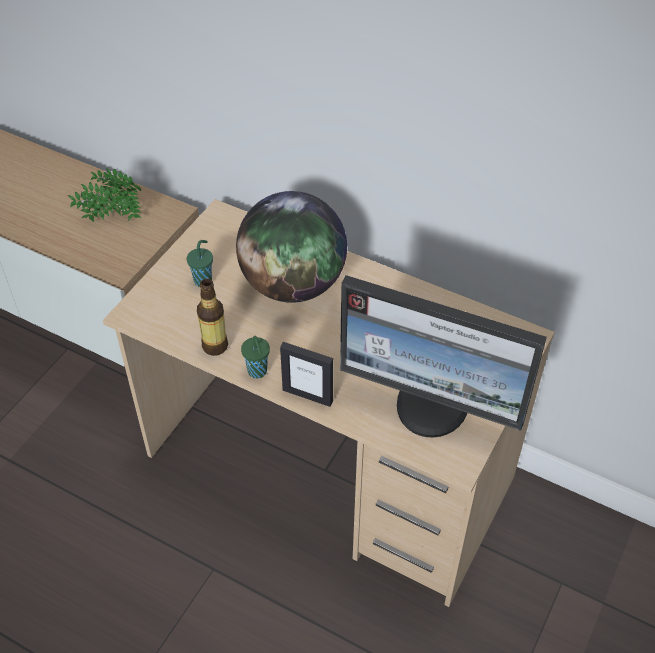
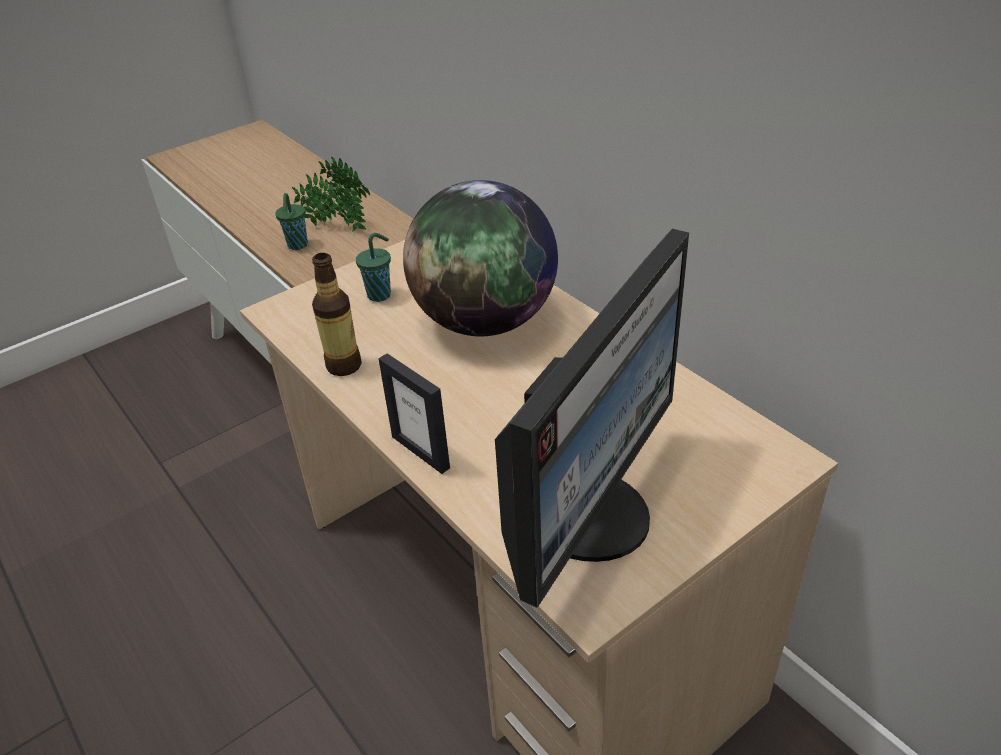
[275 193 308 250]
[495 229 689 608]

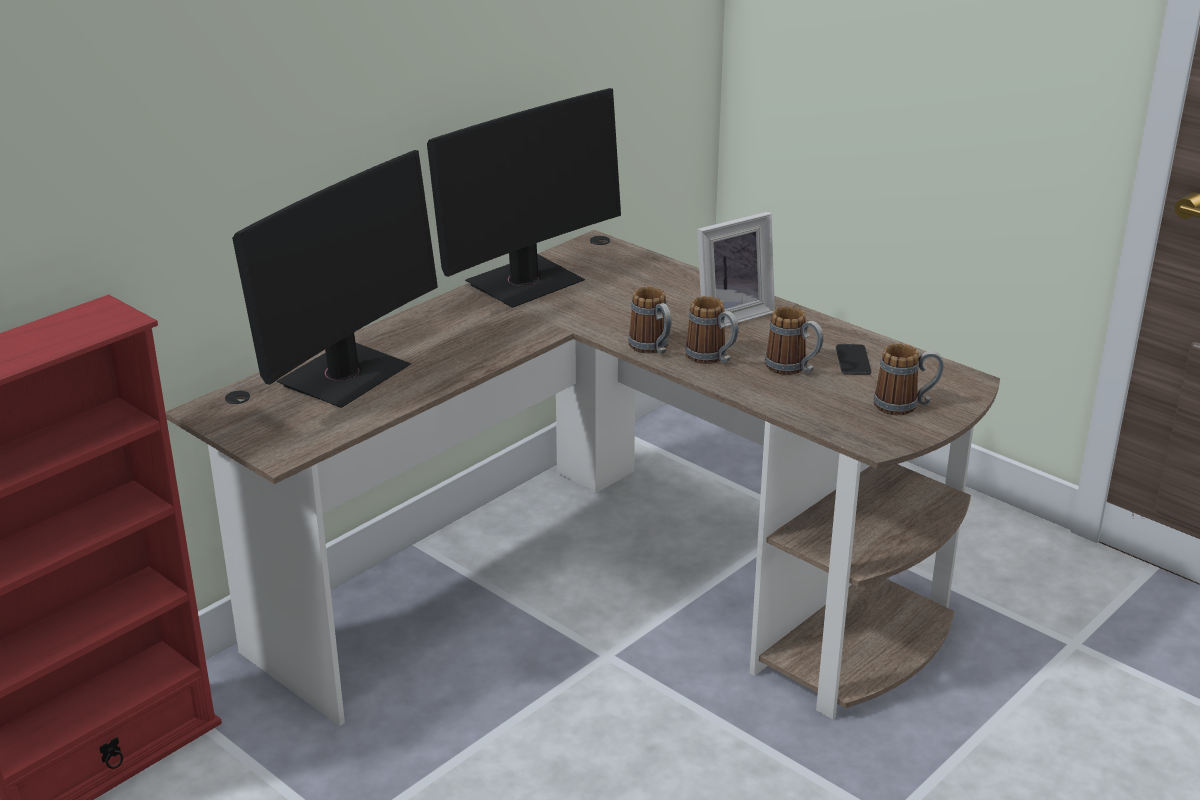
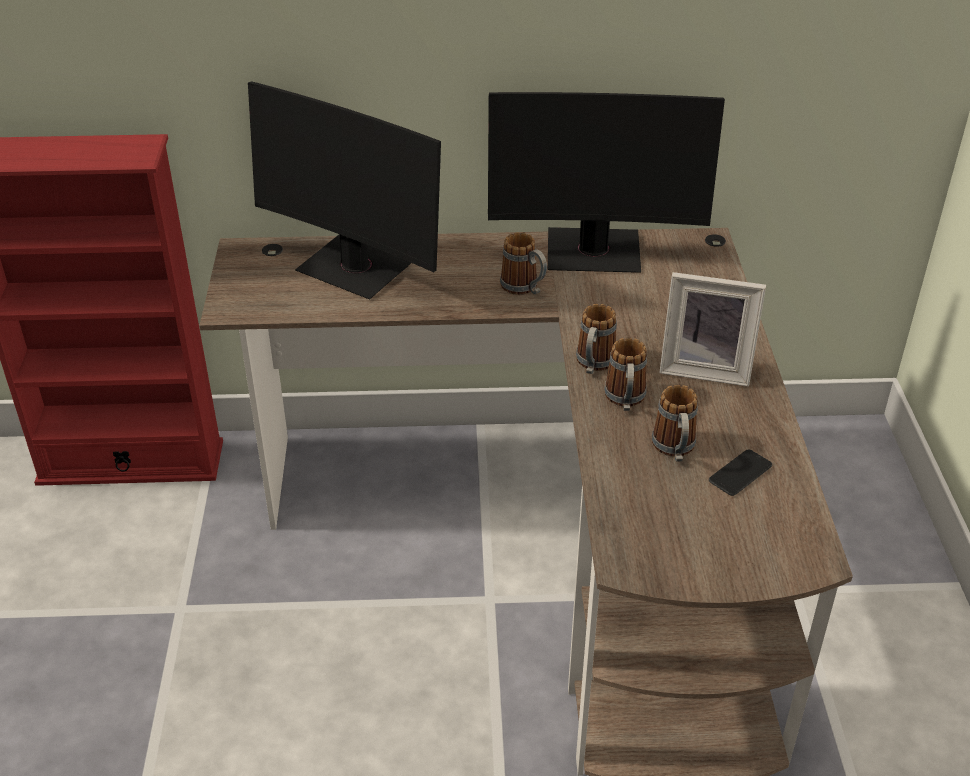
[248 81 441 300]
[500 232 547 295]

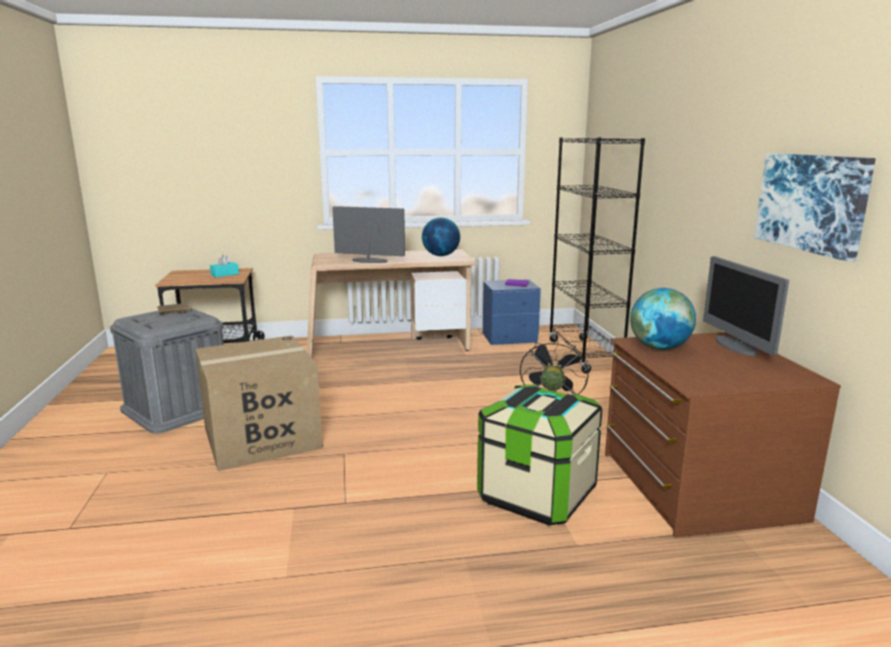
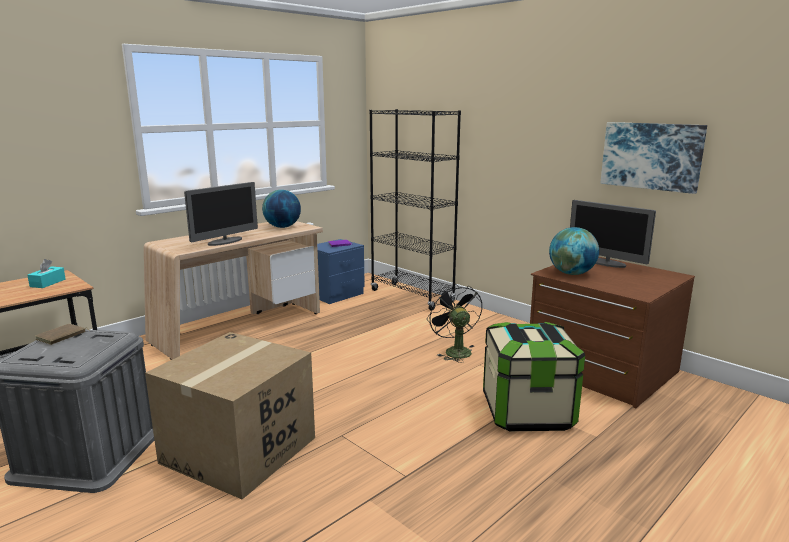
[184 182 258 246]

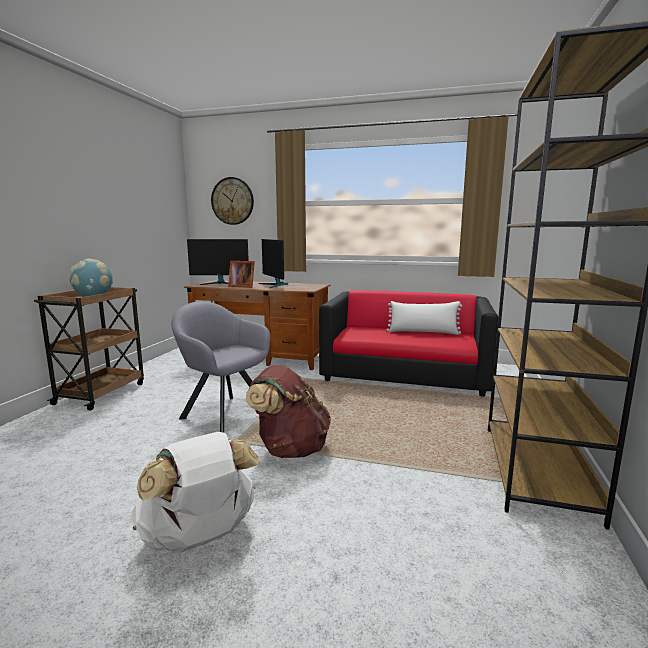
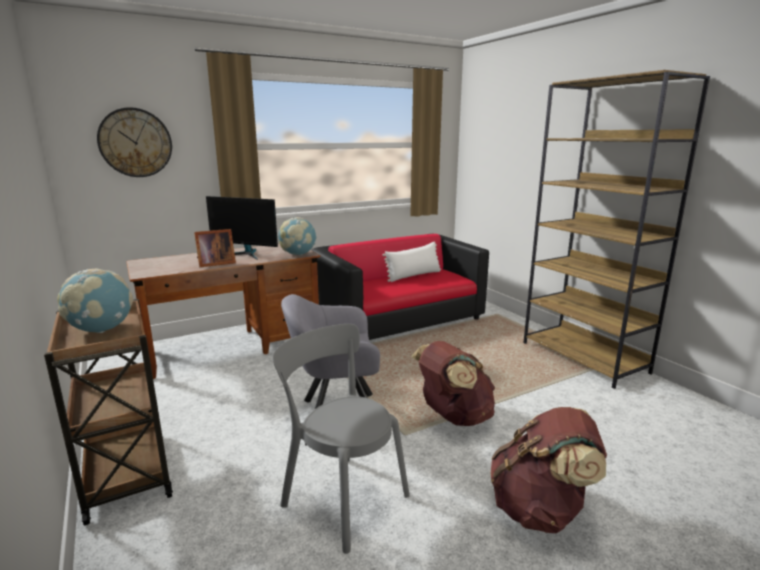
[272 324 410 554]
[278 217 317 256]
[491 407 607 533]
[187 239 249 285] (first image)

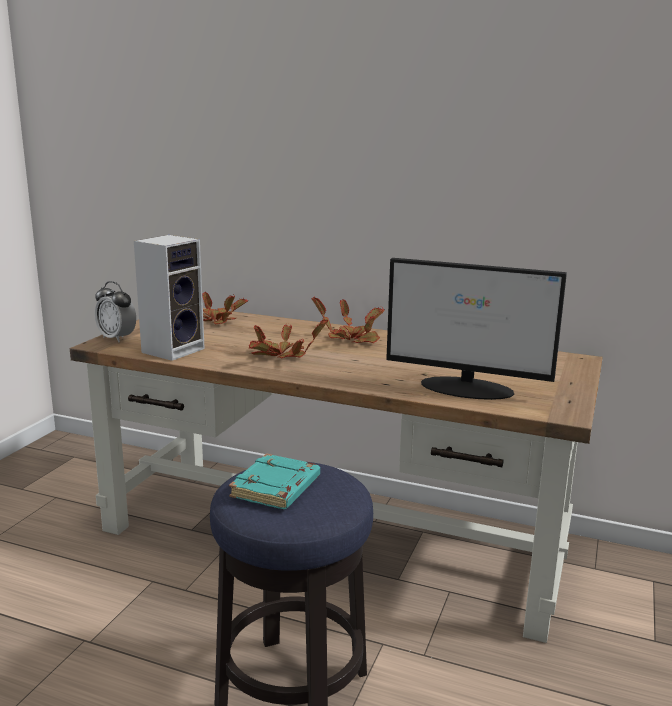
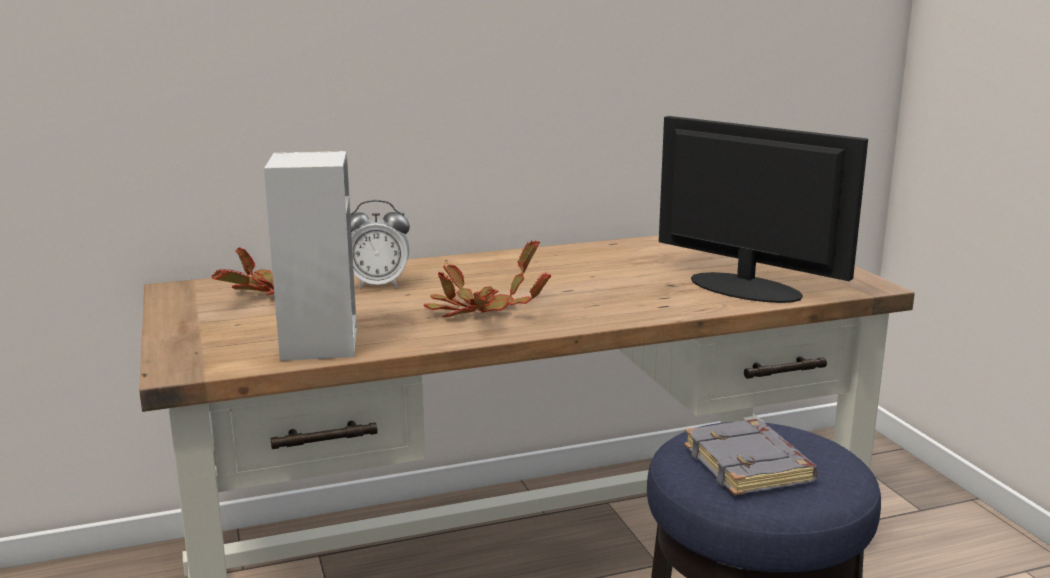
[350 200 410 289]
[659 116 868 303]
[684 419 818 495]
[311 297 385 343] (first image)

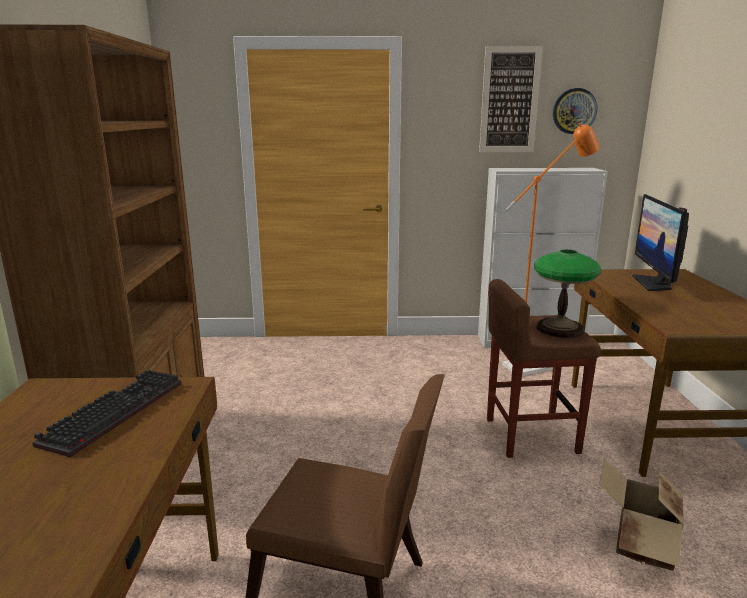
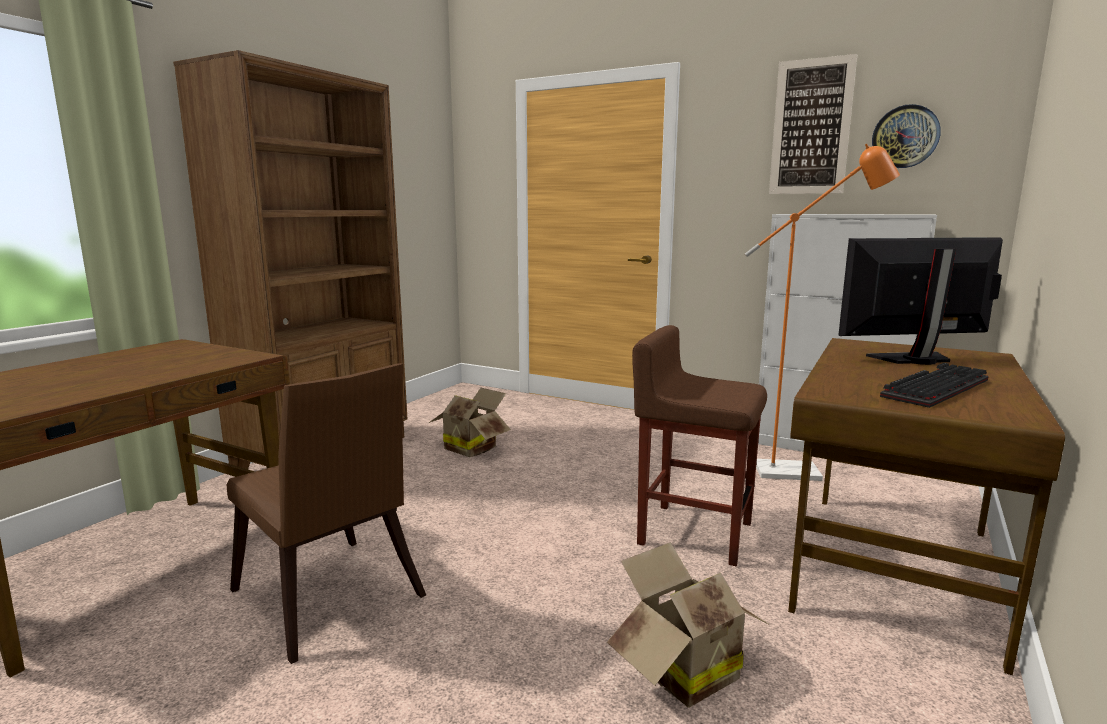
[429 388 511 457]
[838 237 1003 365]
[880 363 989 408]
[534 250 601 338] (first image)

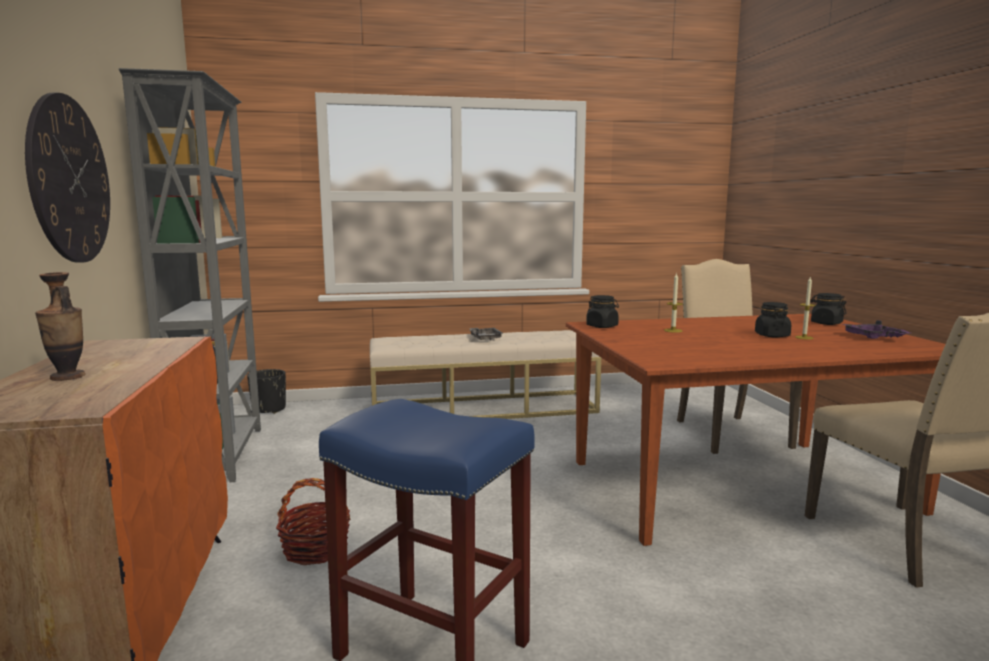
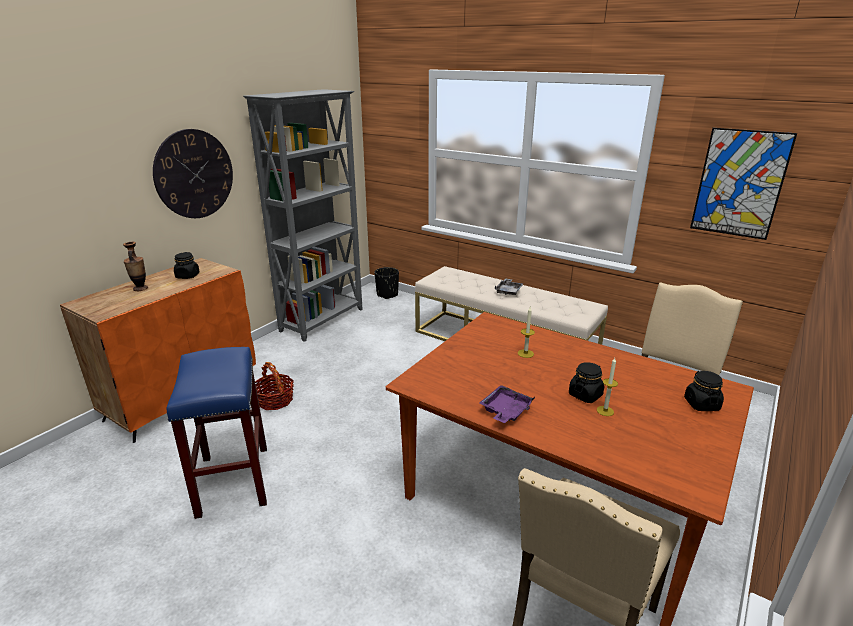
[174 252 200 279]
[480 385 535 423]
[690 128 797 240]

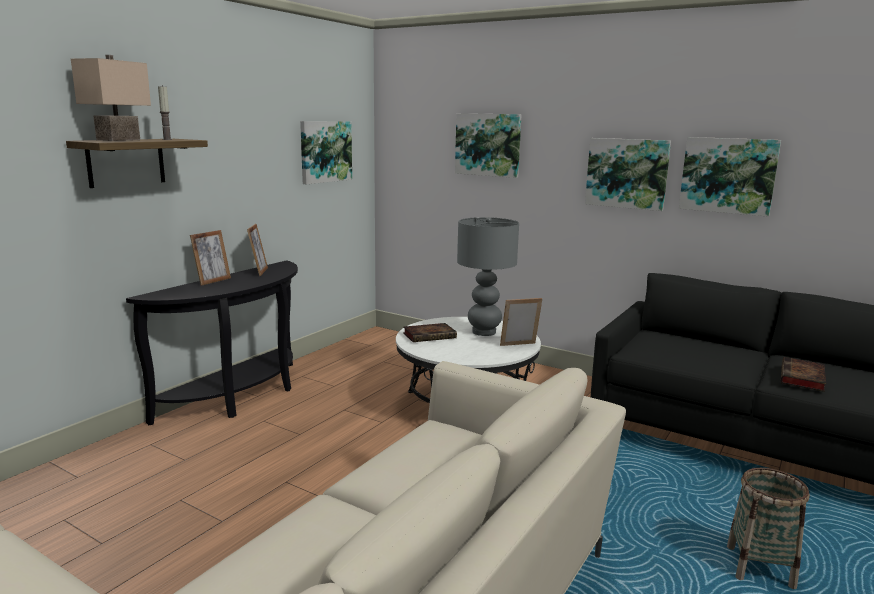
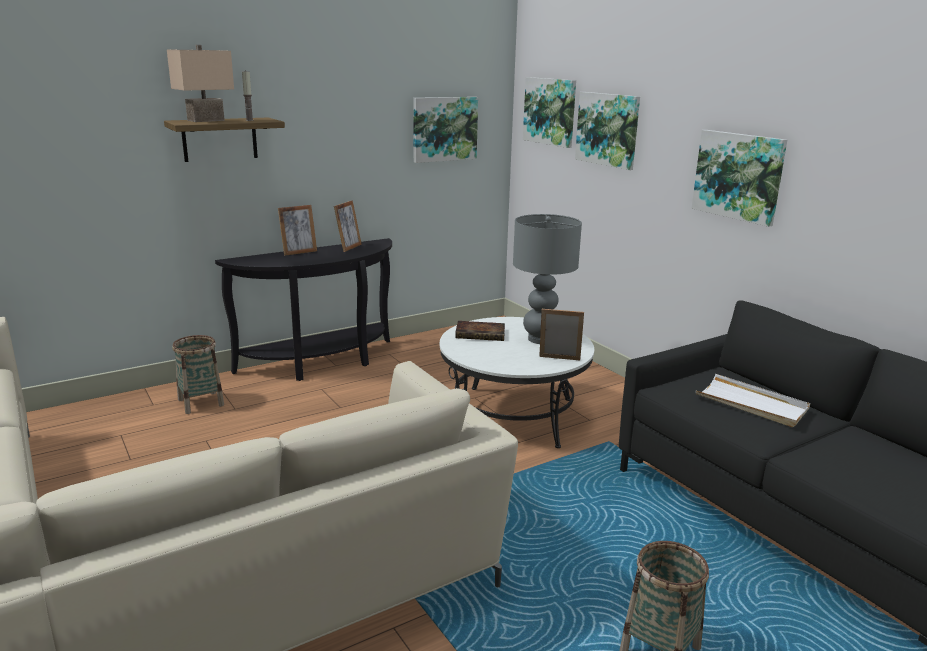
[172 335 224 414]
[523 77 576 148]
[695 374 810 427]
[781 357 826 392] (first image)

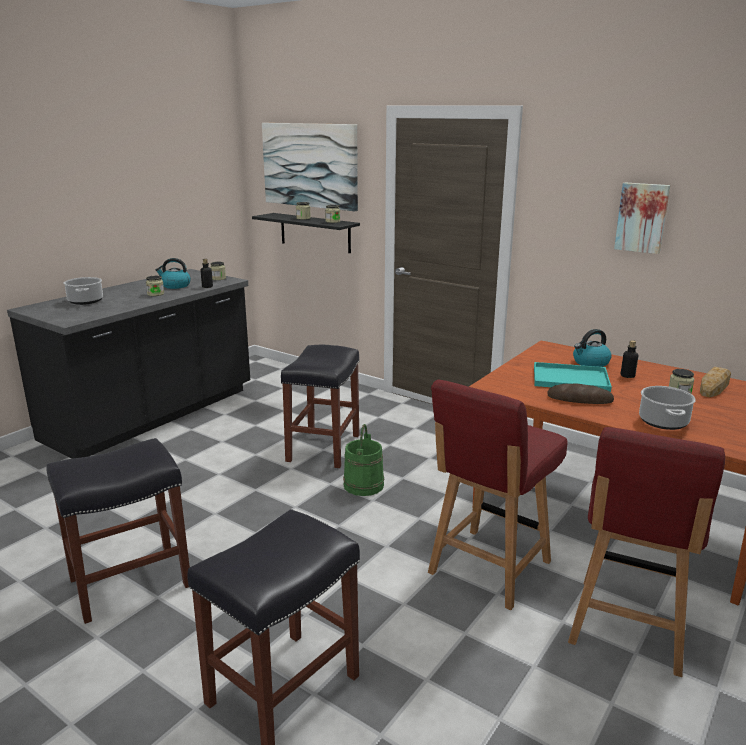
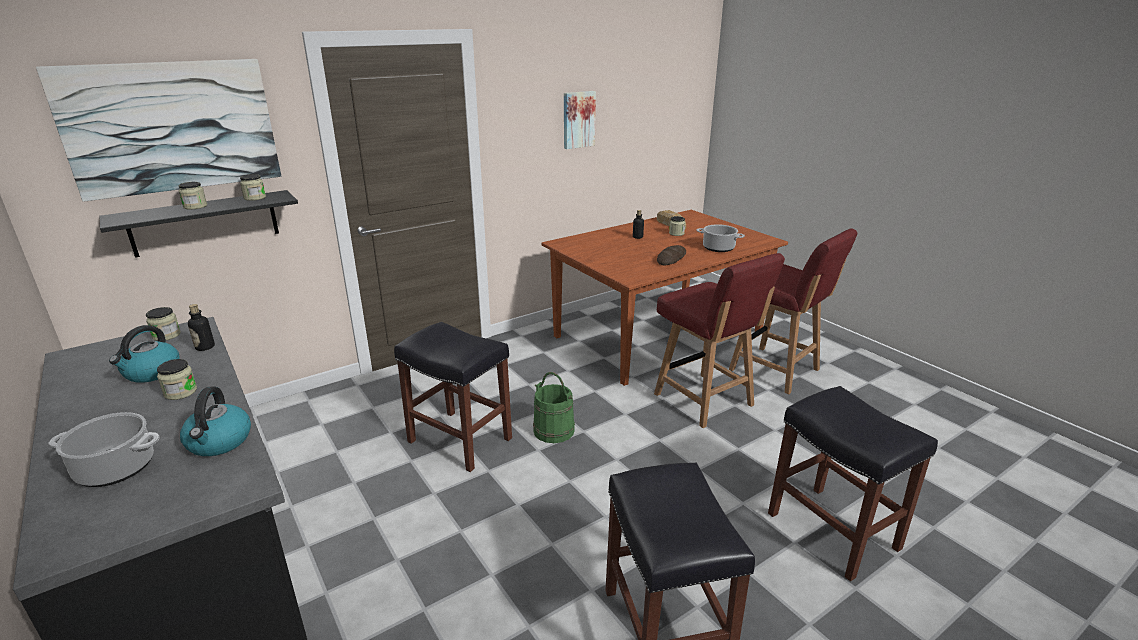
[180 386 251 456]
[534 362 612 392] (first image)

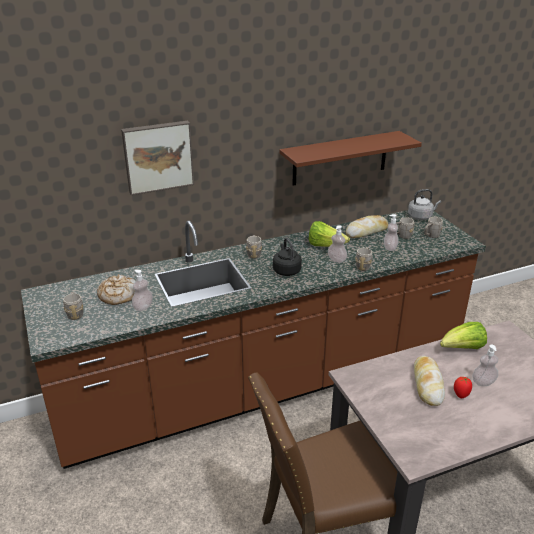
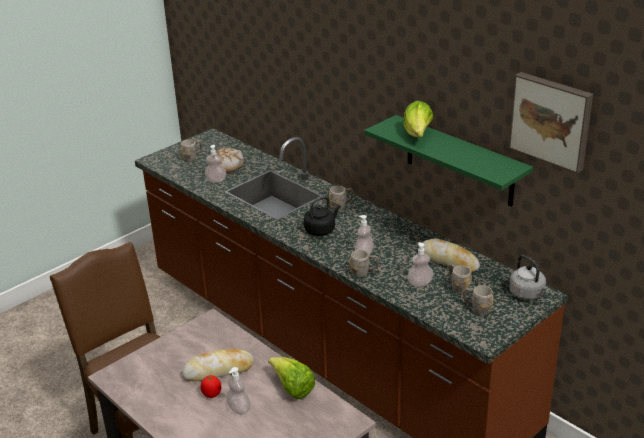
[364 115 533 207]
[403 101 434 137]
[509 72 593 174]

